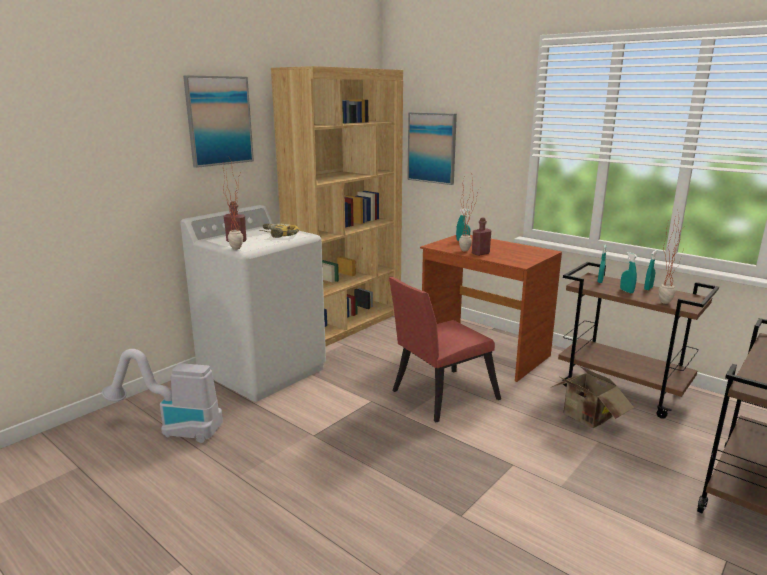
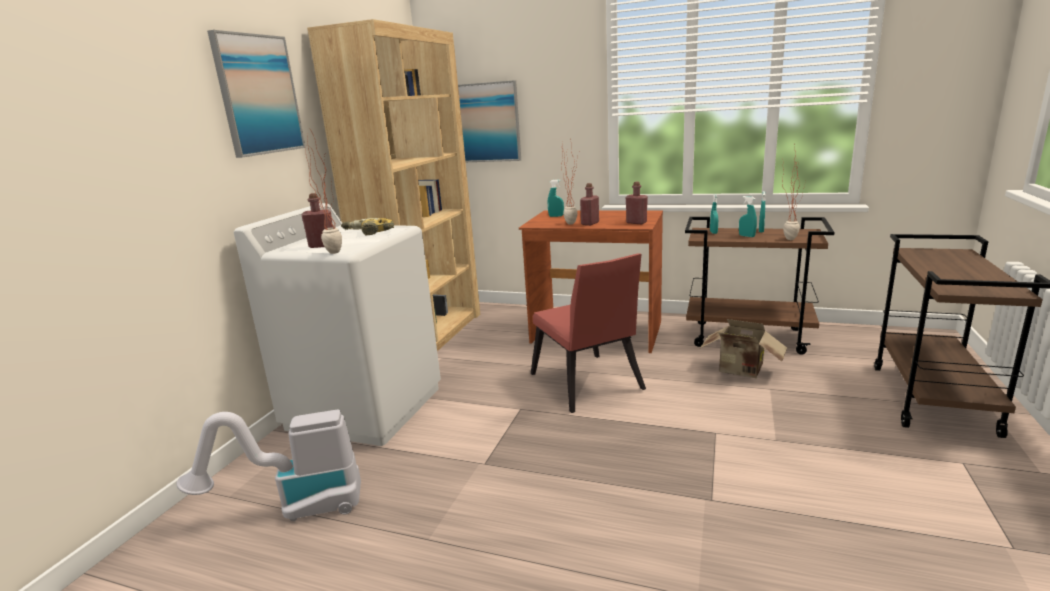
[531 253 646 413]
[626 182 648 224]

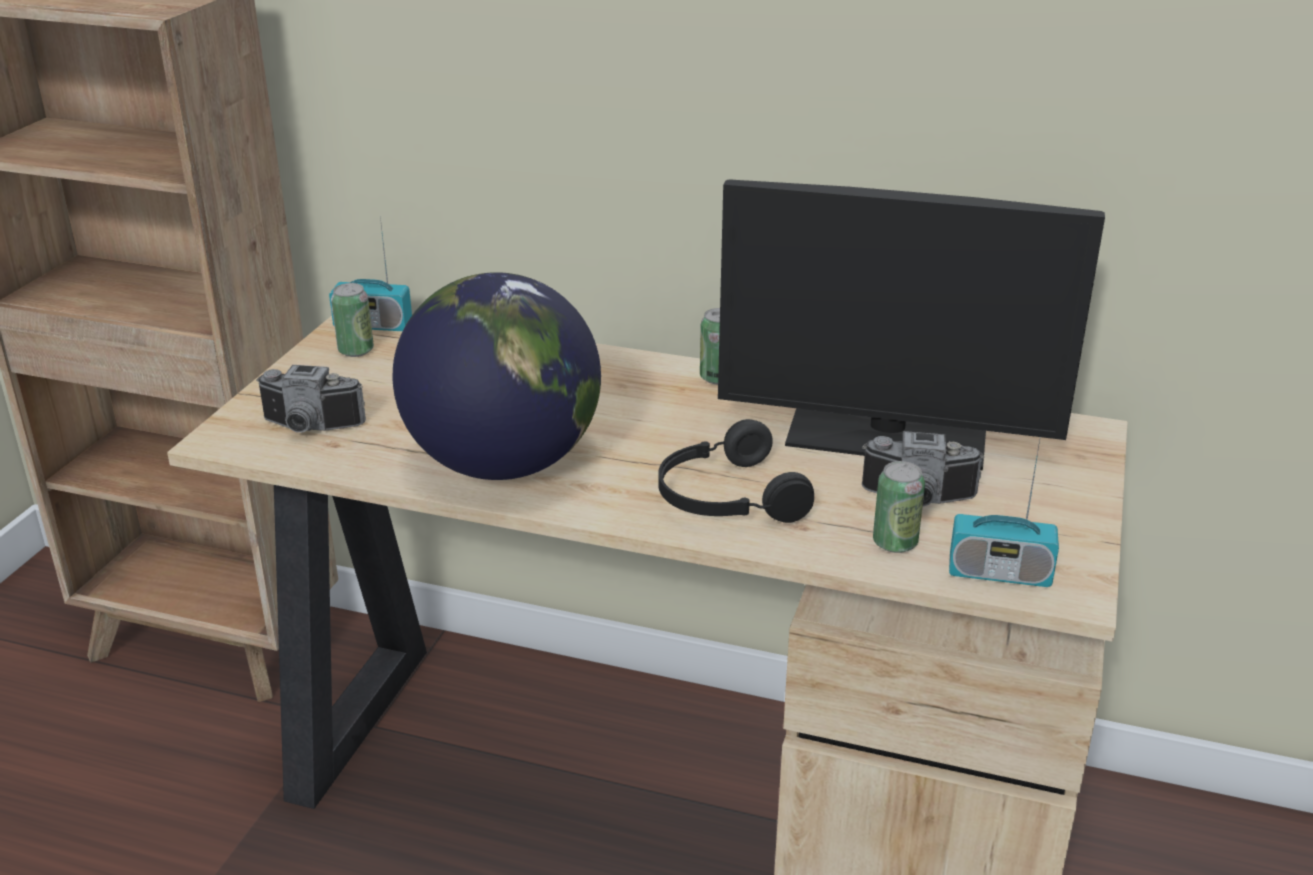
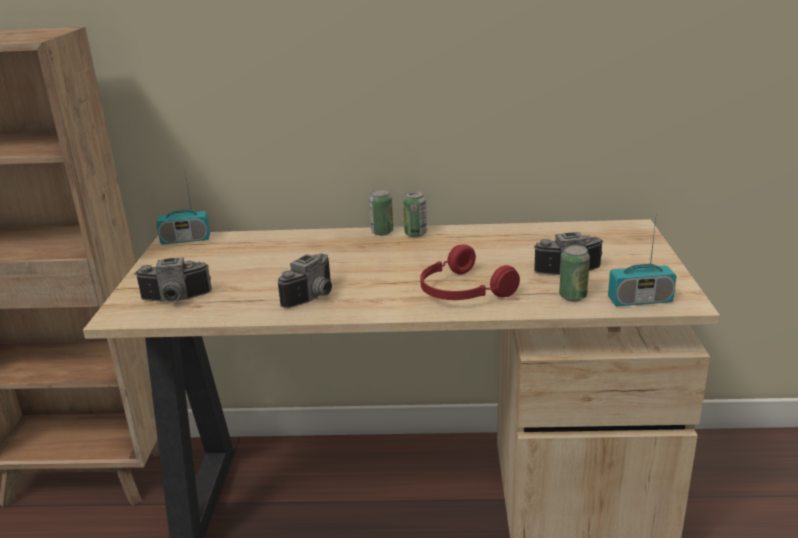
[278 253 332 308]
[369 189 393 235]
[420 244 520 300]
[718 179 1105 470] (first image)

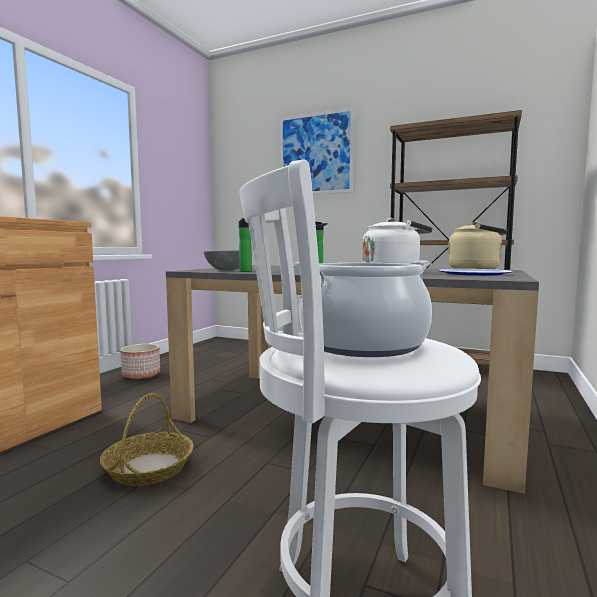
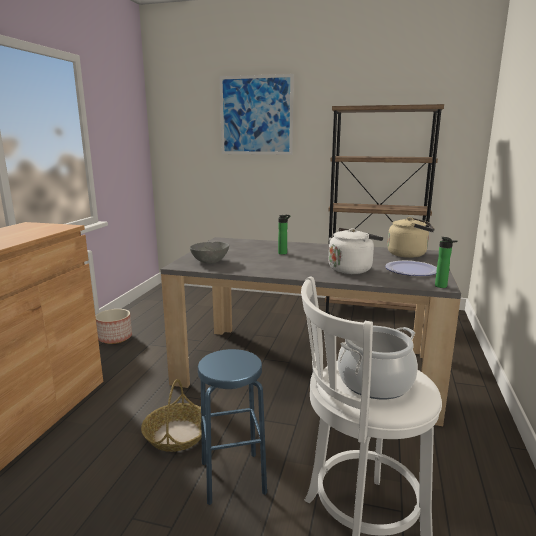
[198 349 267 505]
[435 237 457 288]

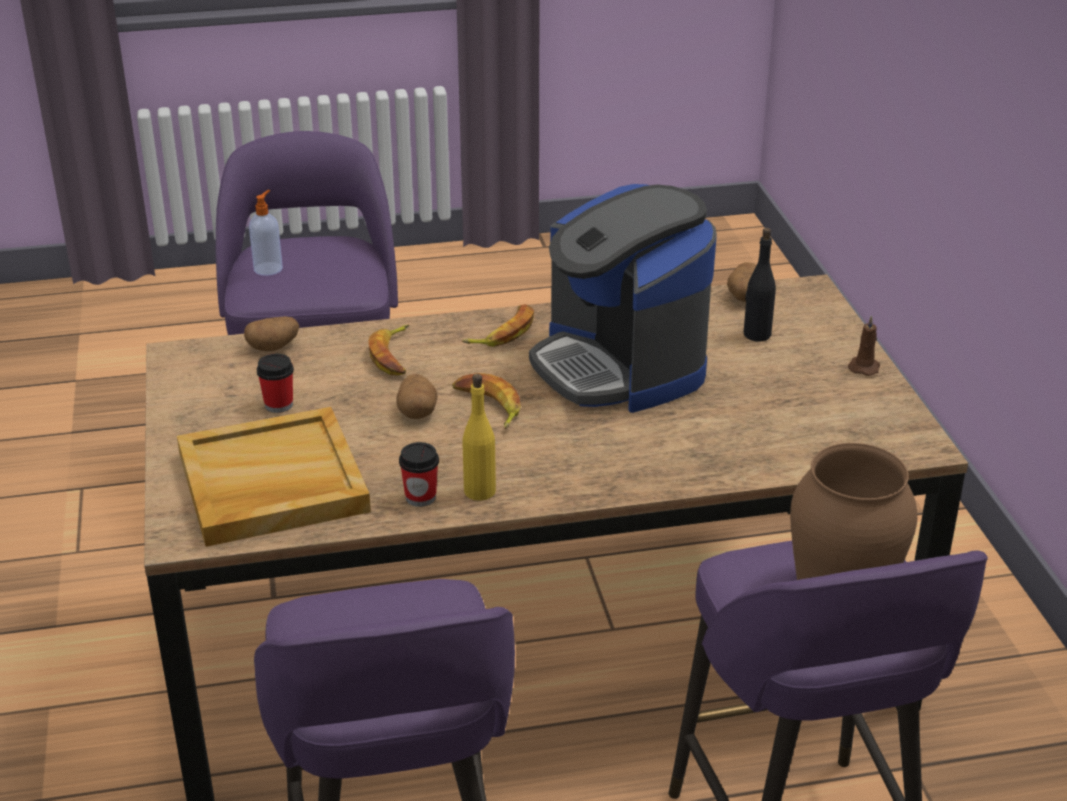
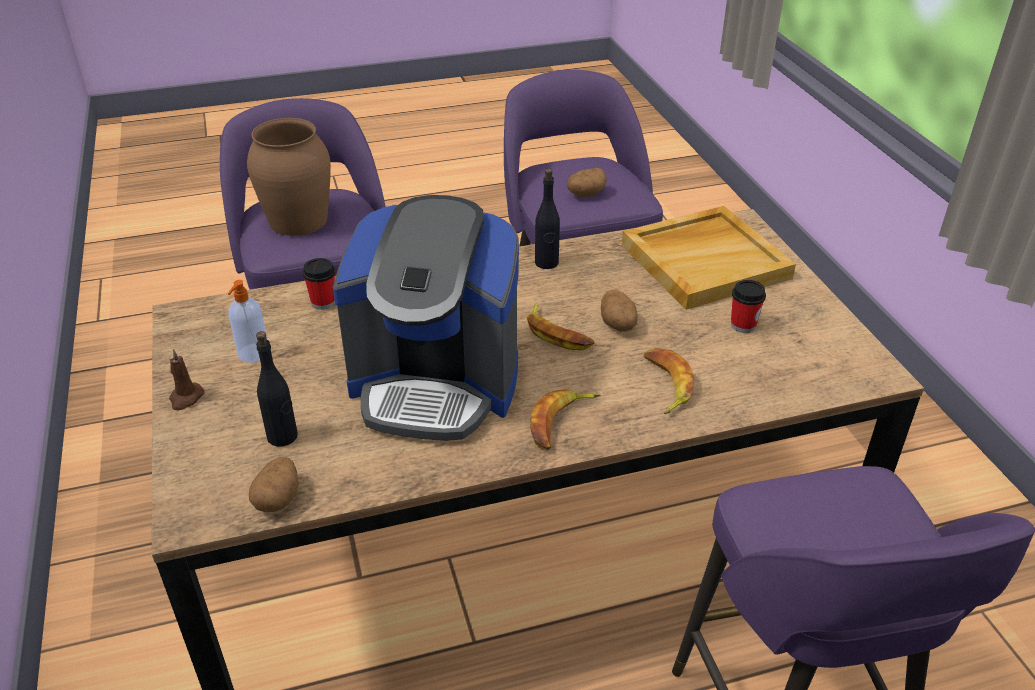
[228 280 267 363]
[303 258 335 310]
[333 195 519 441]
[535 168 560 269]
[567 168 607 197]

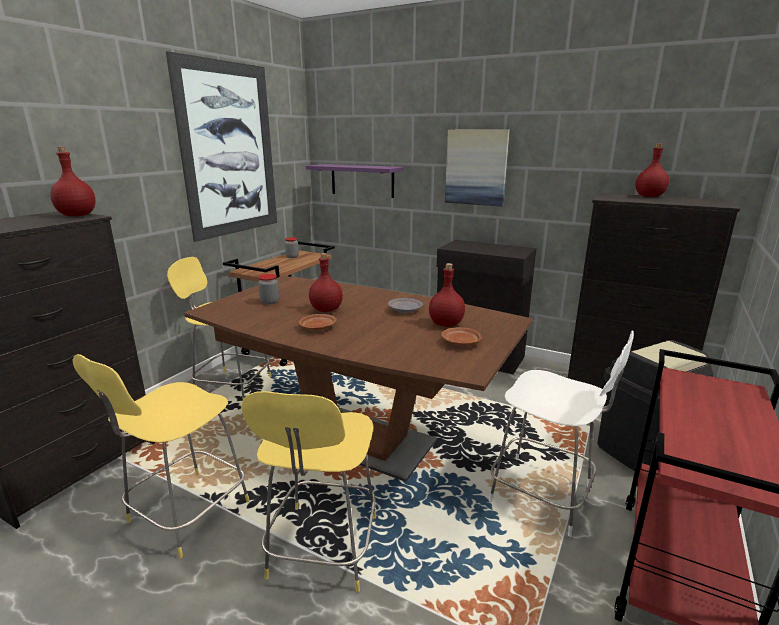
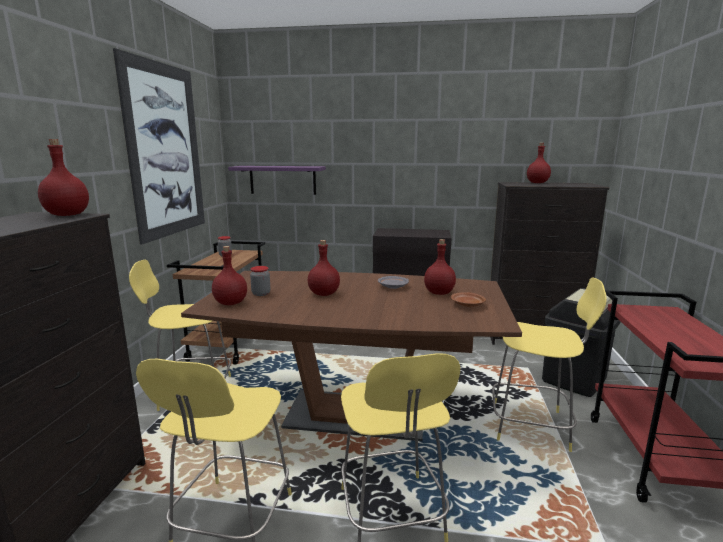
[212 246 247 305]
[492 277 607 452]
[298 314 336 331] (first image)
[445 129 510 207] (first image)

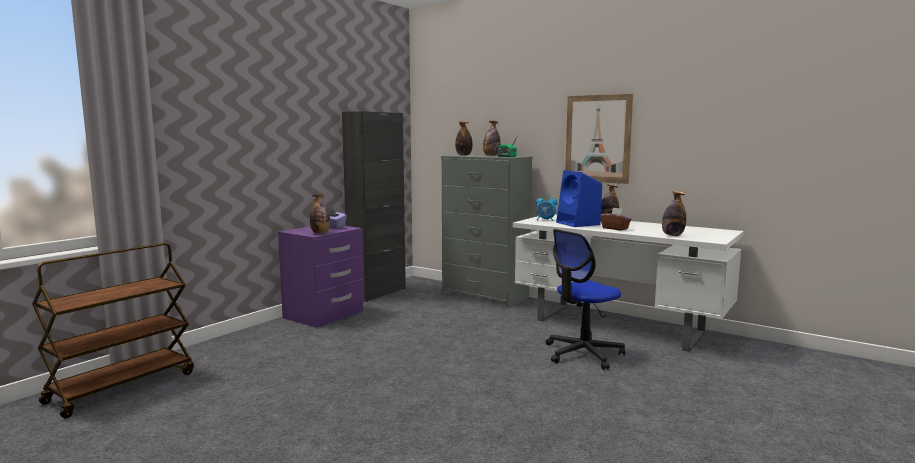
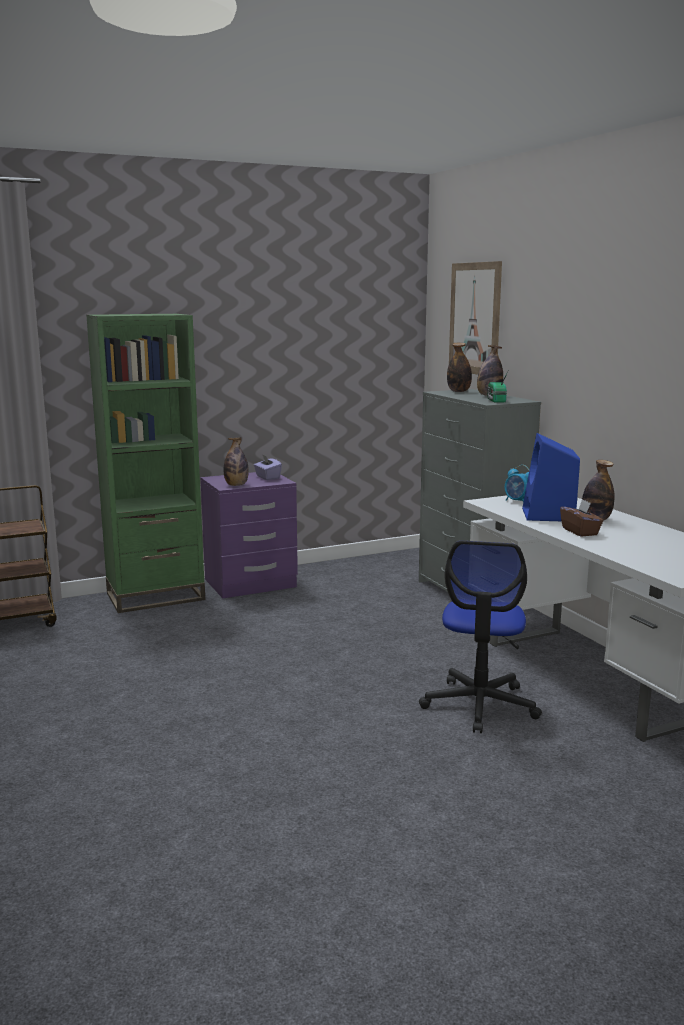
[86 314 205 613]
[419 541 542 733]
[449 261 502 375]
[342 111 406 302] (first image)
[662 191 686 236] (first image)

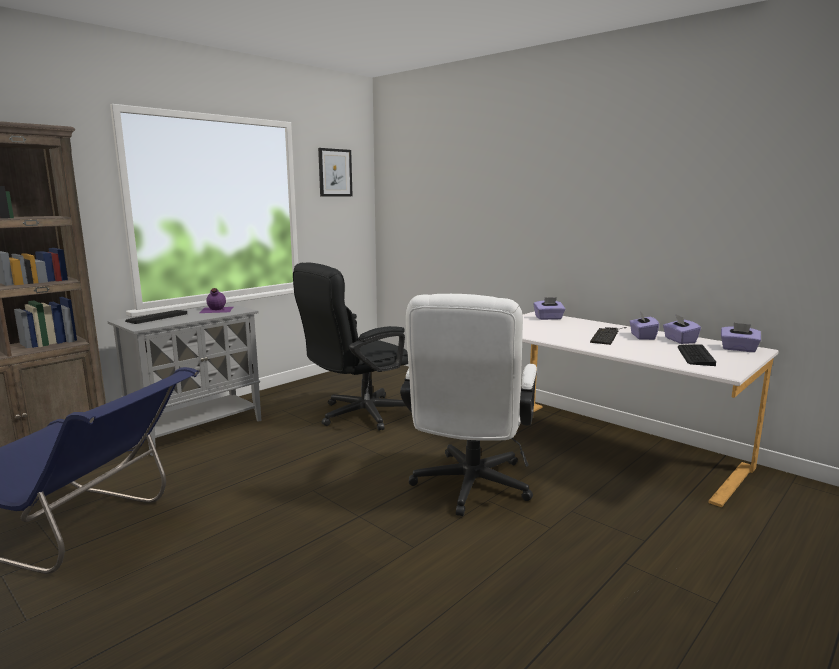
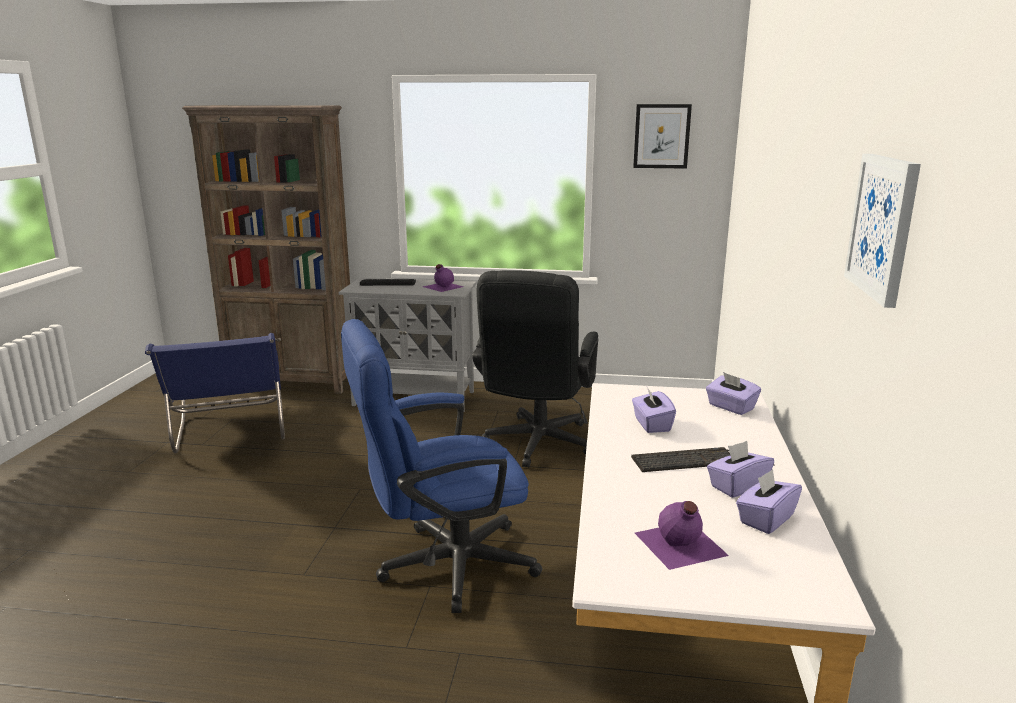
[341 319 542 613]
[472 270 599 467]
[632 387 676 433]
[635 501 729 570]
[844 154 921 308]

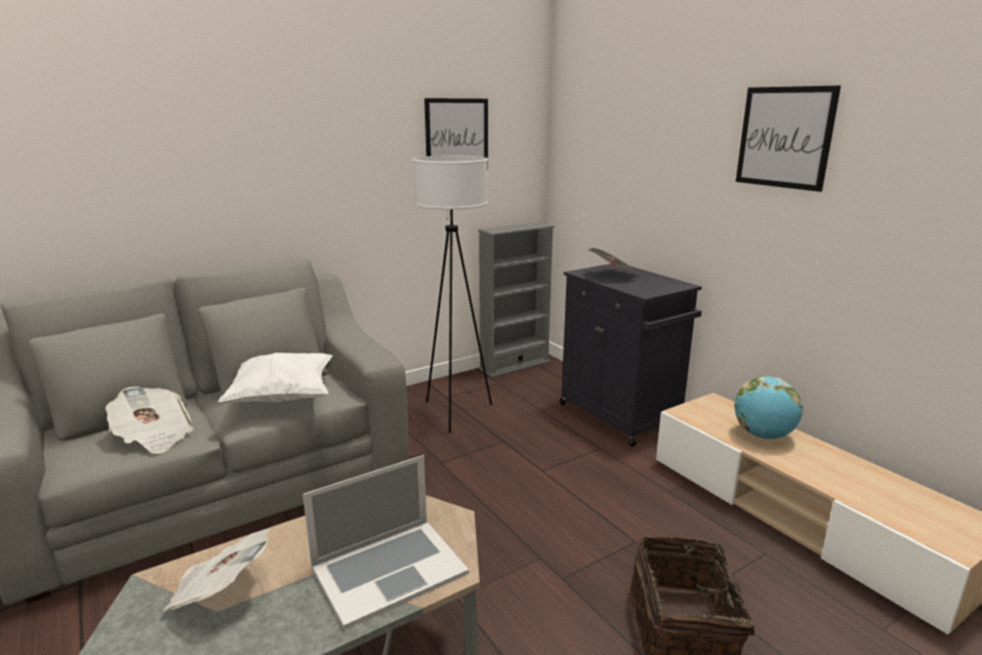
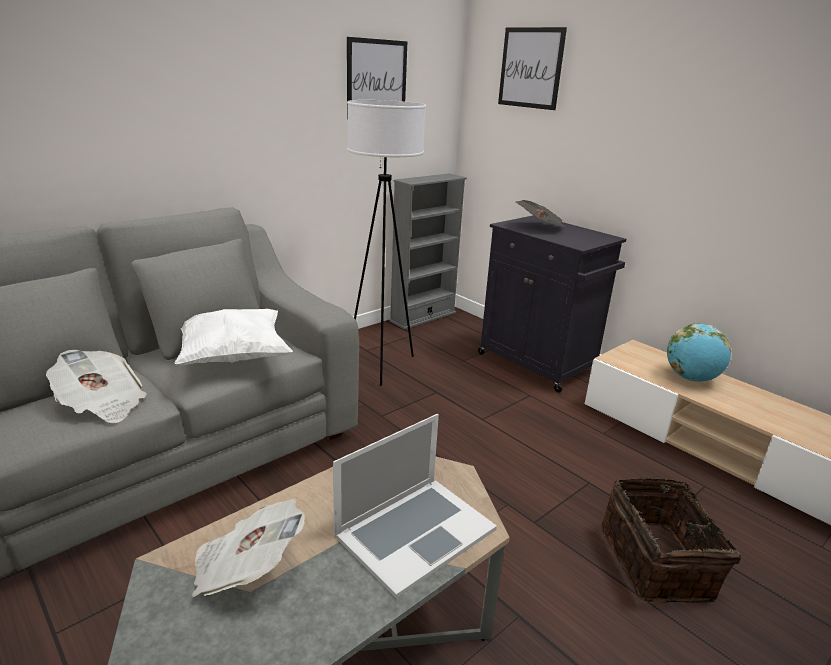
[498 27 567 110]

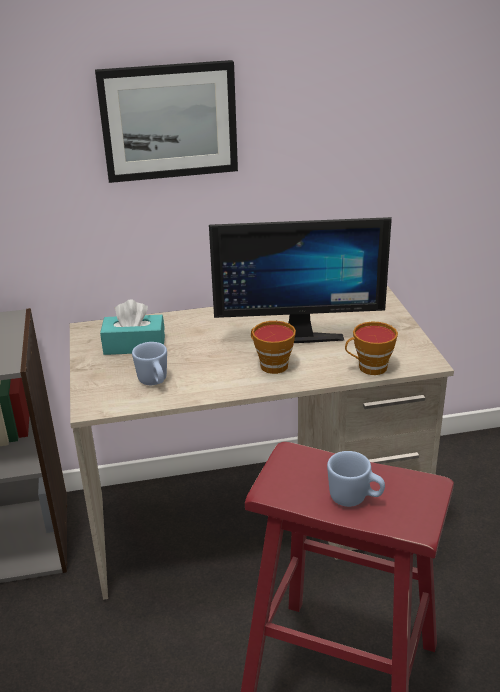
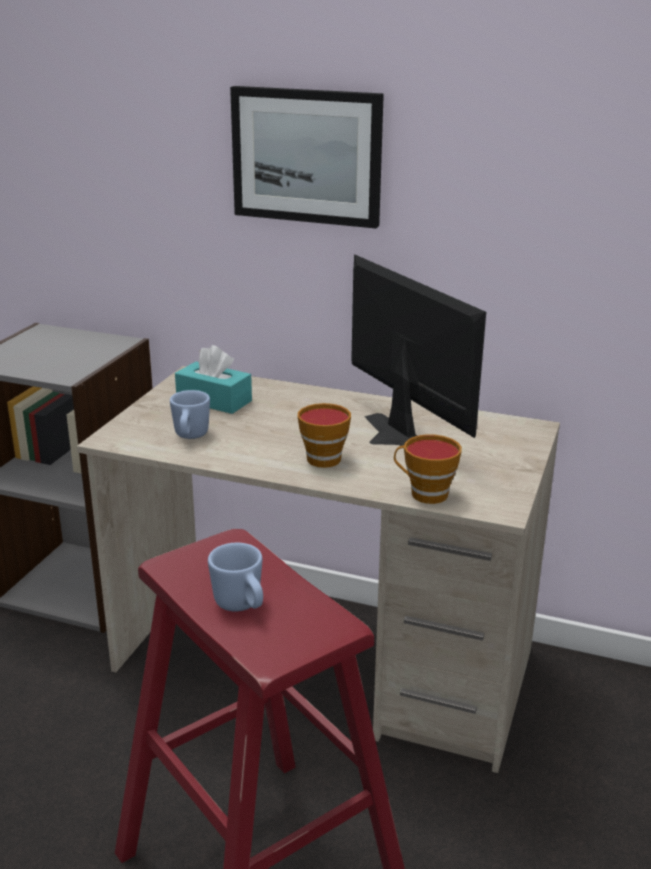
[352 254 486 446]

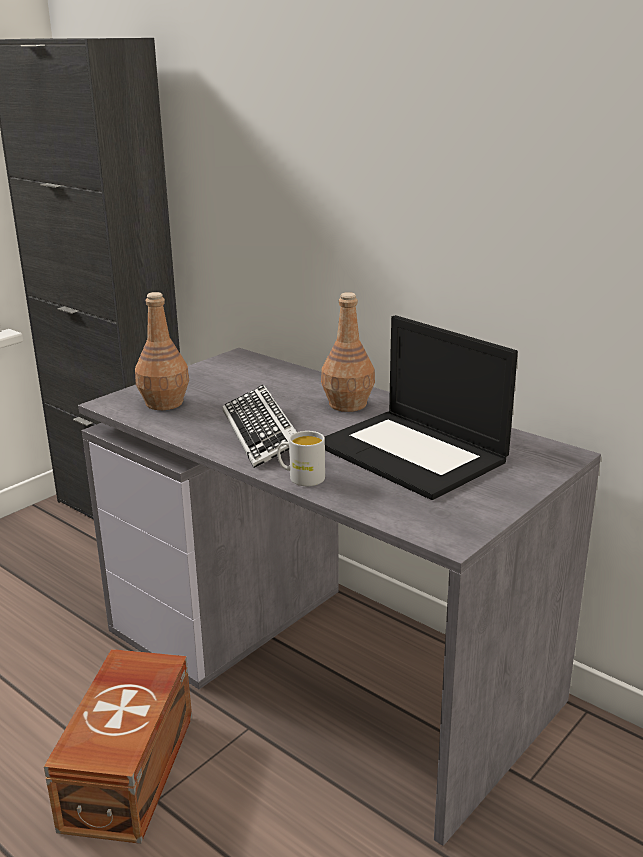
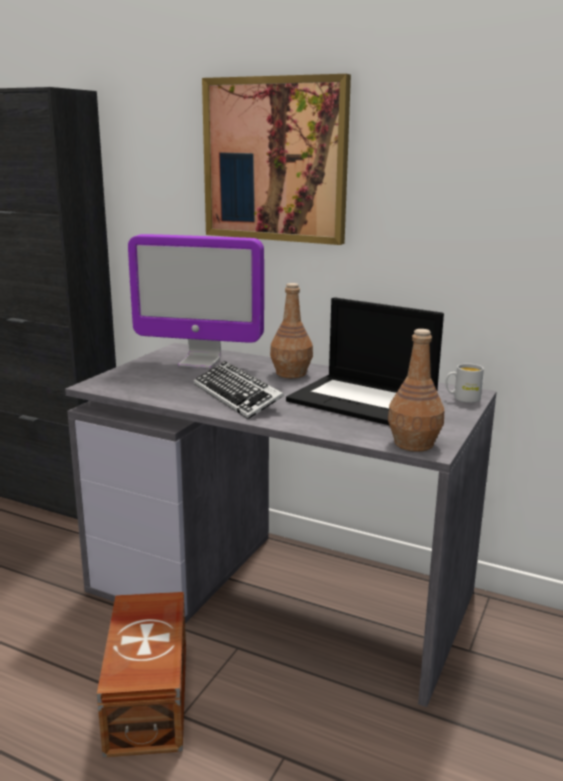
[128 234 264 369]
[202 74 351 245]
[388 329 444 452]
[445 364 484 403]

